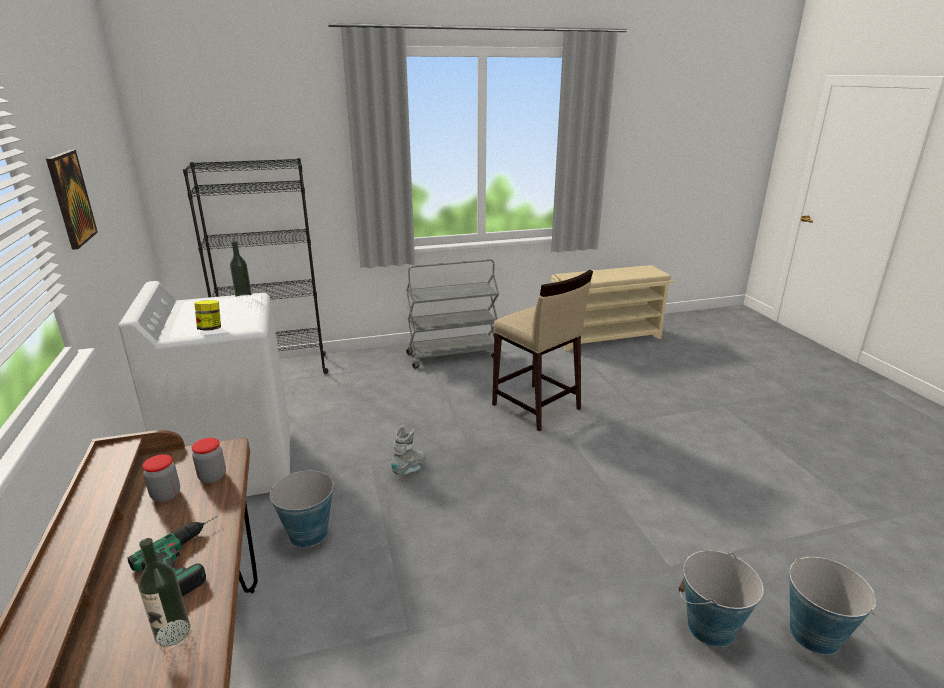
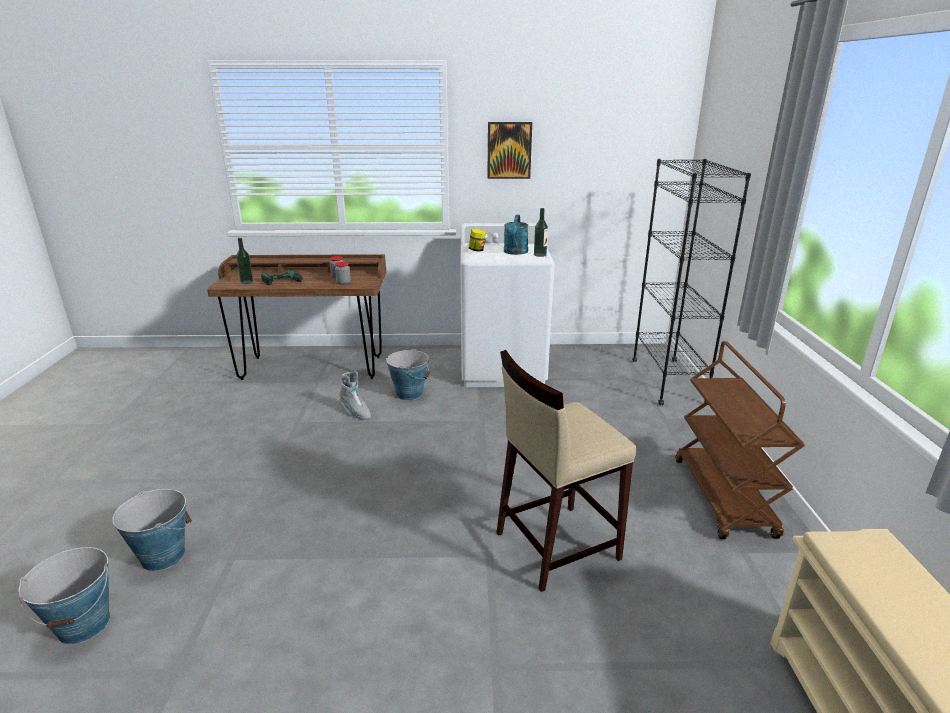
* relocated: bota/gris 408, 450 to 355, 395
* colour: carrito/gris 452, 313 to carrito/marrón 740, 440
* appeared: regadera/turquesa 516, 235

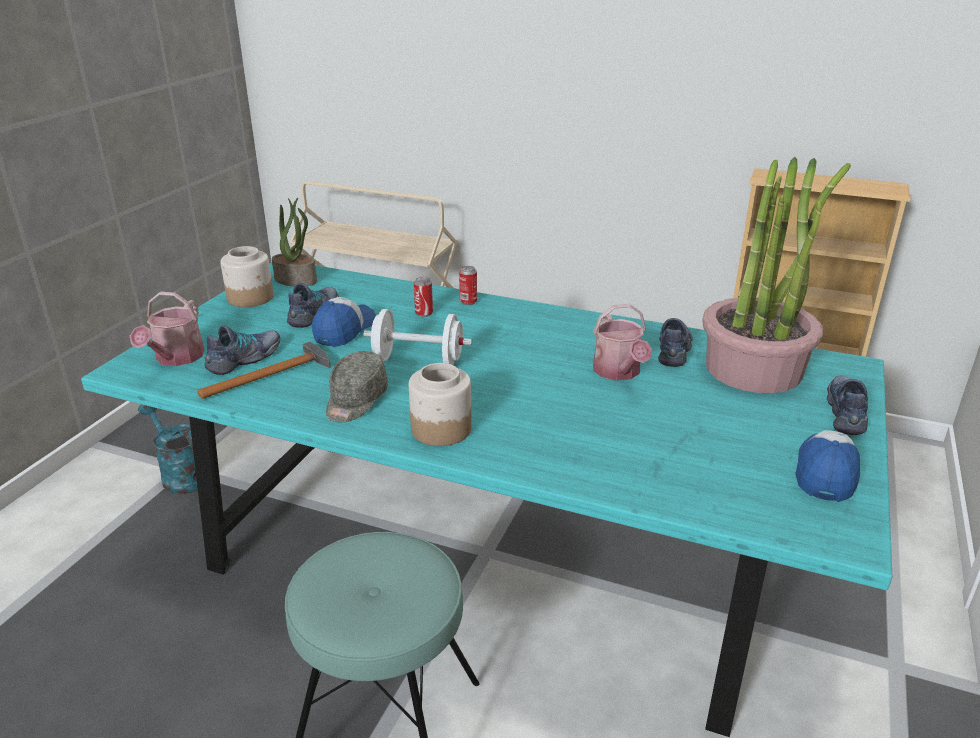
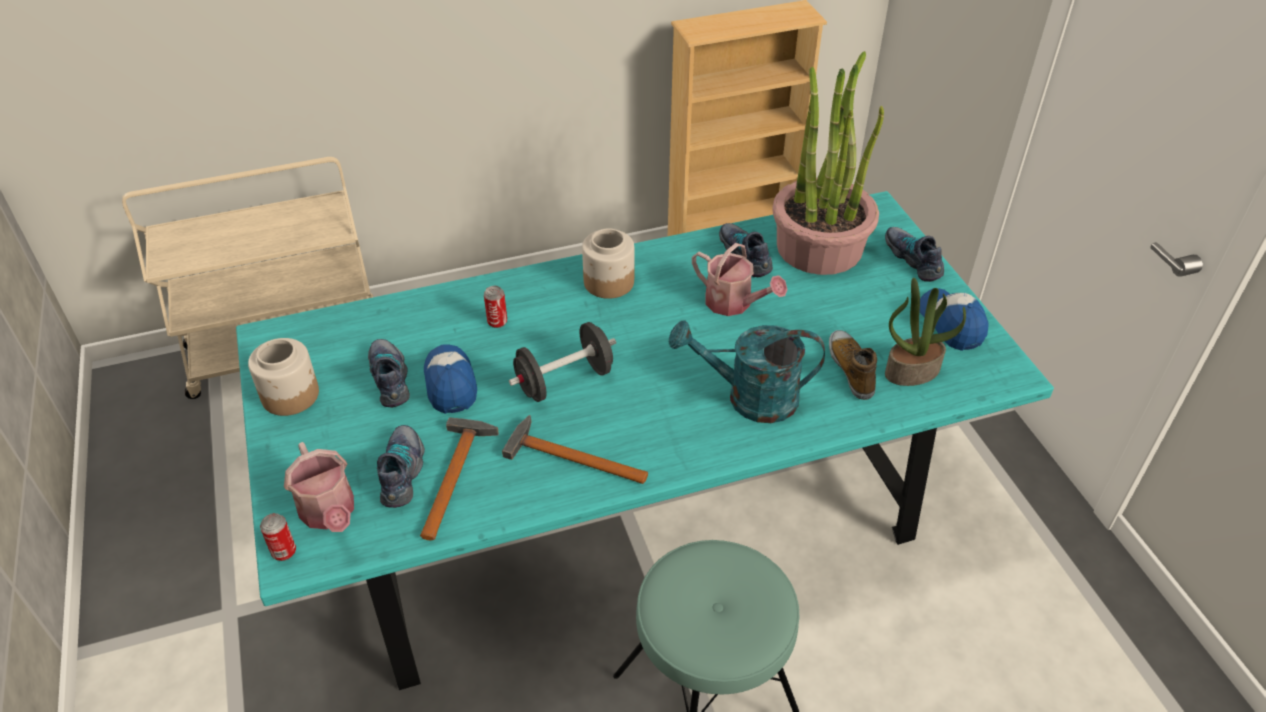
* relocated: regadera/turquesa 168, 449 to 747, 371
* relocated: planta en maceta 294, 242 to 925, 332
* exchanged: gorra/gris 357, 386 to martillo 575, 449
* colour: mancuerna/blanco 418, 337 to mancuerna/negro 562, 362
* relocated: tarro 440, 404 to 608, 263
* relocated: lata 468, 285 to 278, 537
* appeared: zapato 853, 365

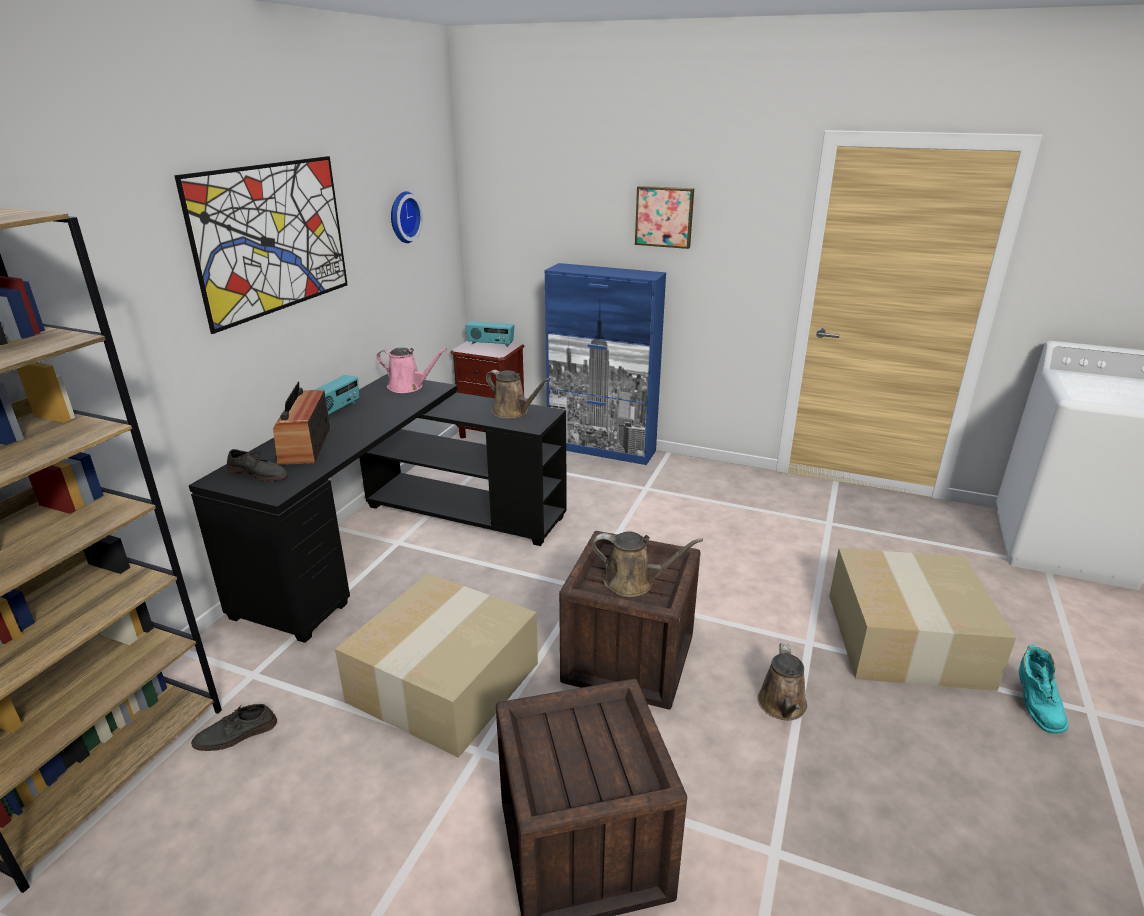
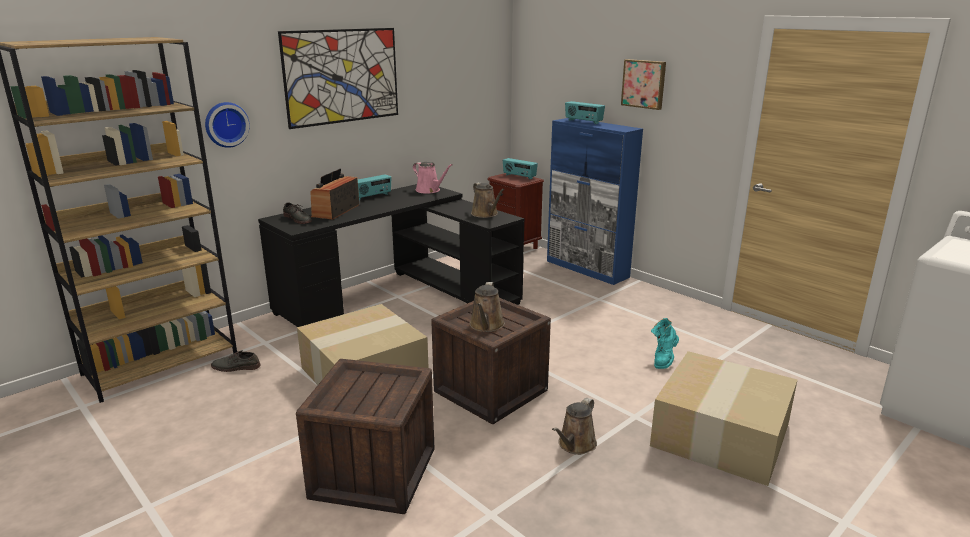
* relocated: reloj de pared 407, 217 to 227, 125
* spun: regadera/marrón 647, 564 = 487, 307 60 degrees clockwise
* relocated: bota/turquesa 1043, 689 to 665, 343
* appeared: radio 585, 112

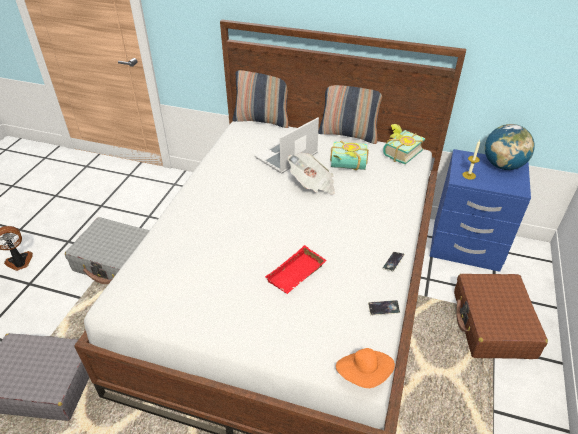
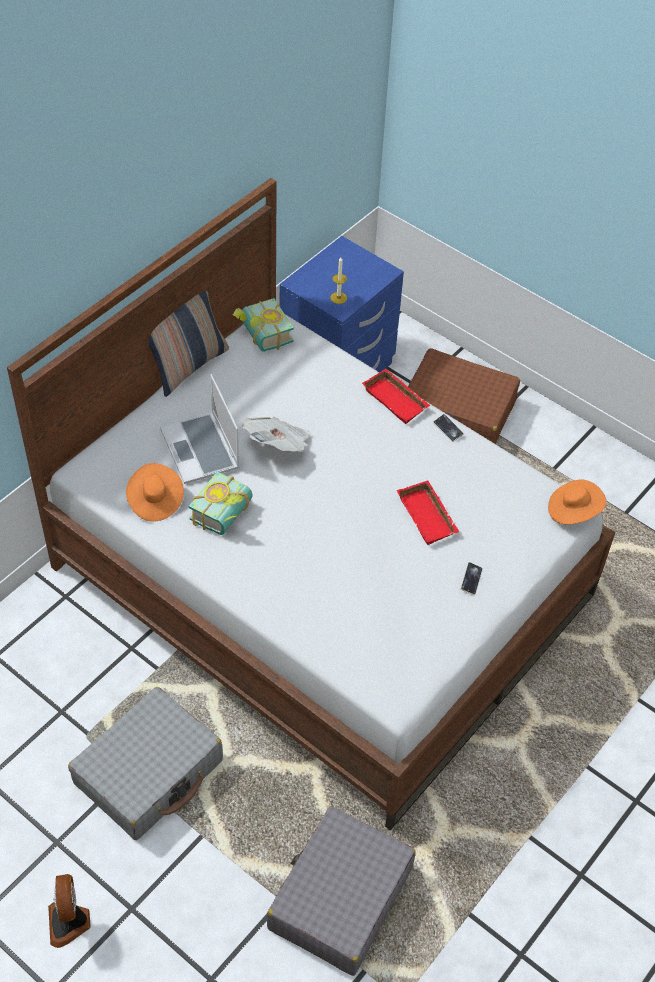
* missing: cojín 261, 99
* relocated: libro 349, 155 to 221, 503
* relocated: móvil 384, 308 to 471, 578
* missing: globo terráqueo 510, 147
* appeared: sombrero/naranja 155, 492
* appeared: bandeja/rojo 396, 396

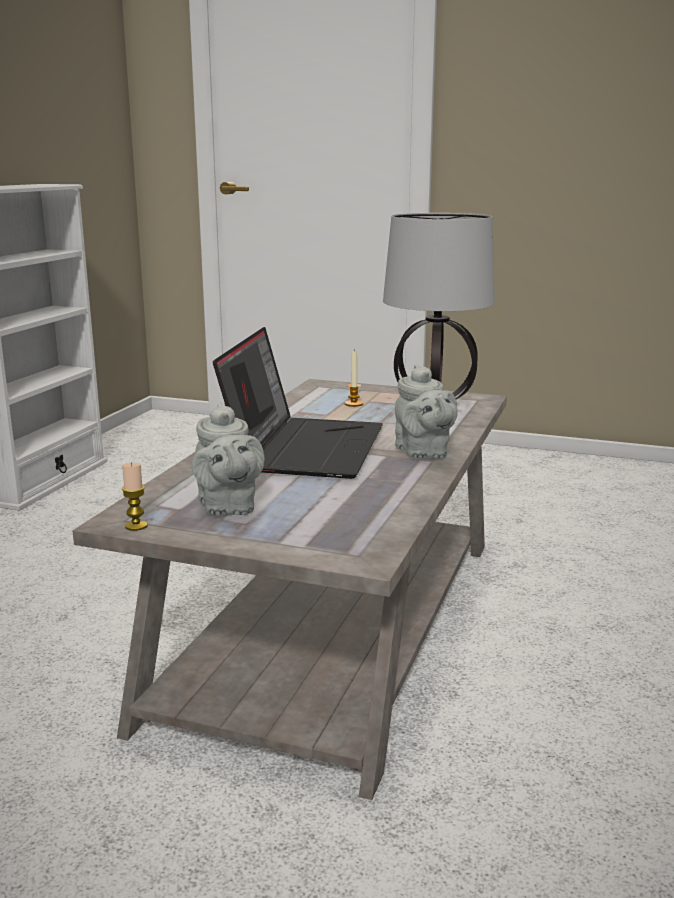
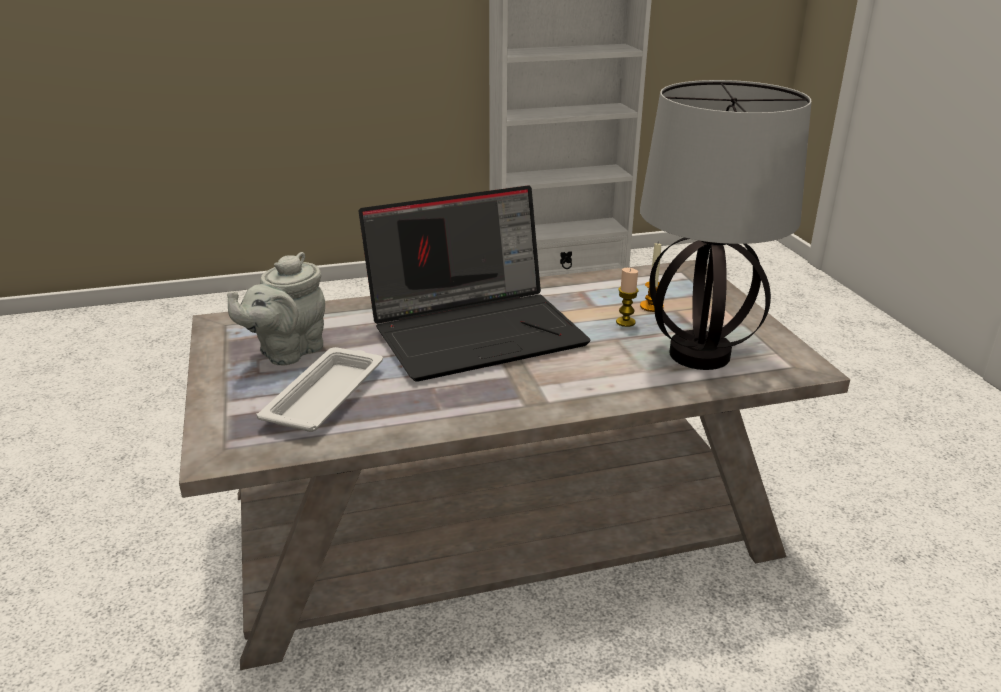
* relocated: vela 135, 497 to 627, 297
* missing: tetera/gris 426, 411
* appeared: bandeja/blanco 319, 389

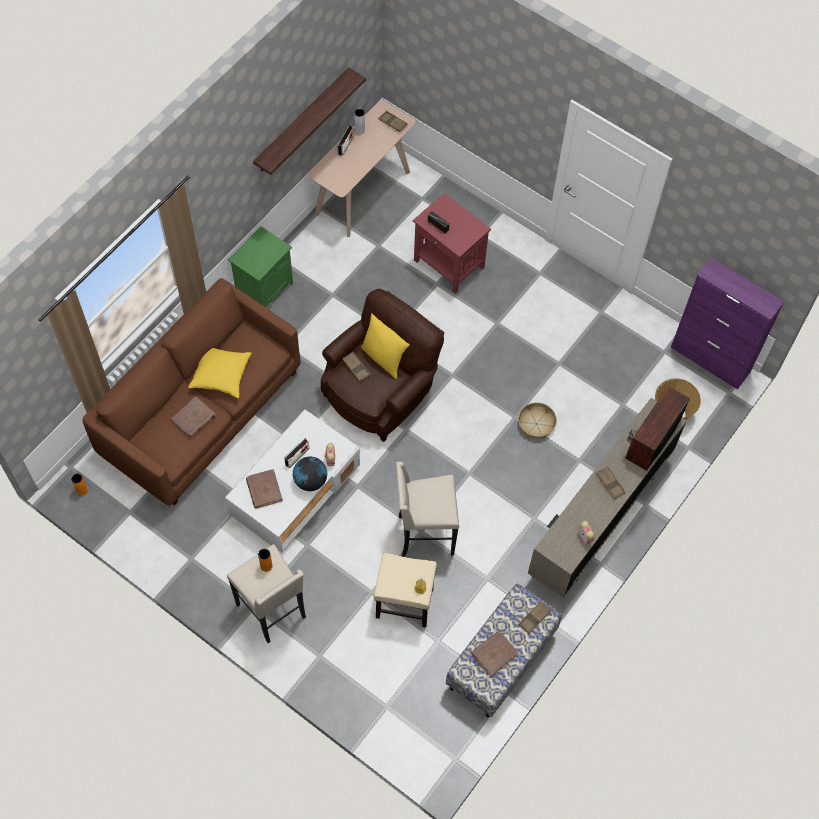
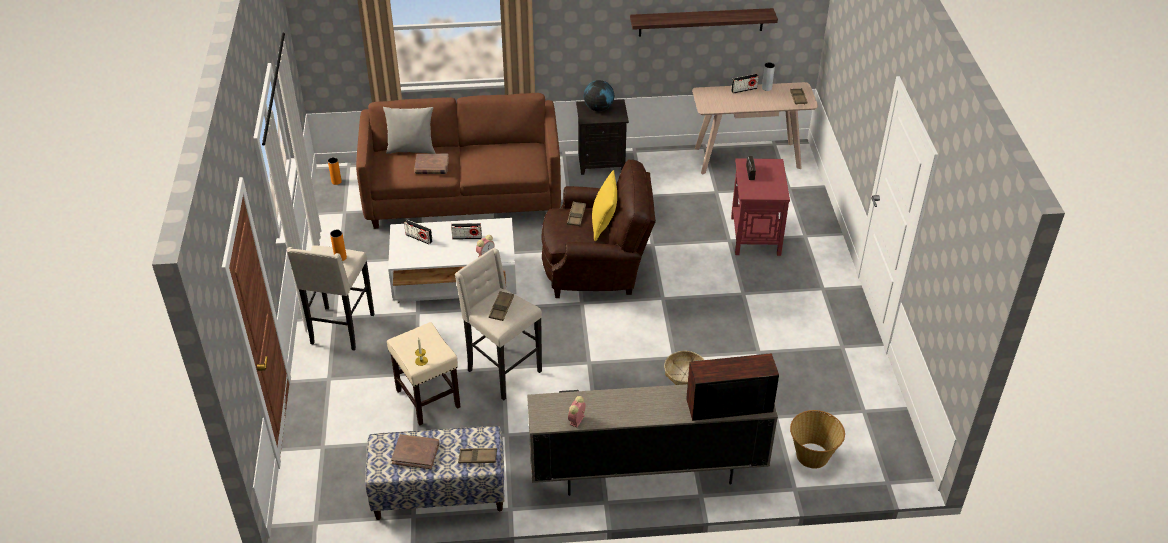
* missing: cojín/amarillo 220, 373
* colour: mesita de noche/verde 260, 267 to mesita de noche/negro 602, 137
* exchanged: libro/marrón 264, 489 to radio 418, 232
* relocated: globo terráqueo 310, 474 to 599, 95
* relocated: bandeja/marrón 611, 482 to 501, 306
* missing: armario/morado 727, 323
* appeared: cojín/gris 409, 130

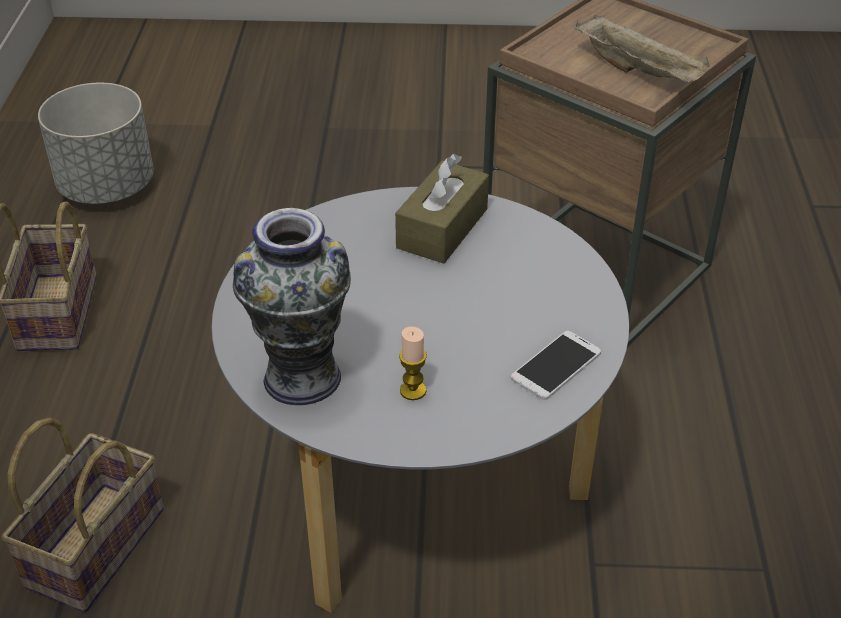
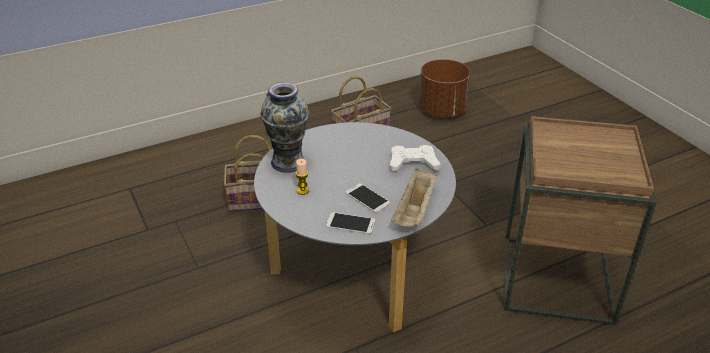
* colour: maceta/gris 96, 143 to maceta/marrón 445, 88
* exchanged: caja de pañuelos/marrón 442, 209 to mando de consola/blanco 415, 158
* relocated: bandeja/beis 642, 49 to 414, 197
* appeared: móvil 368, 198

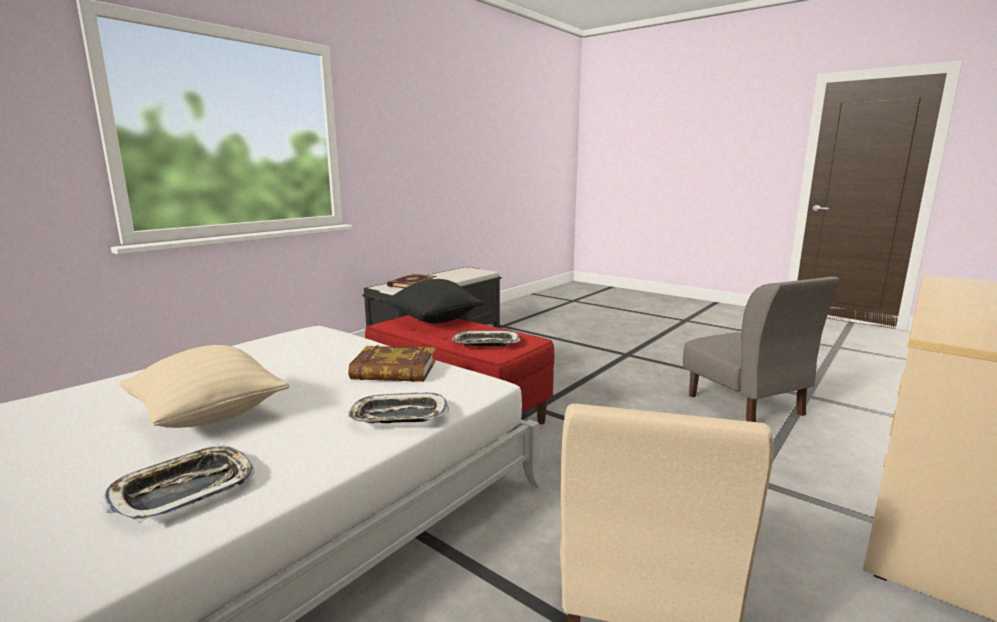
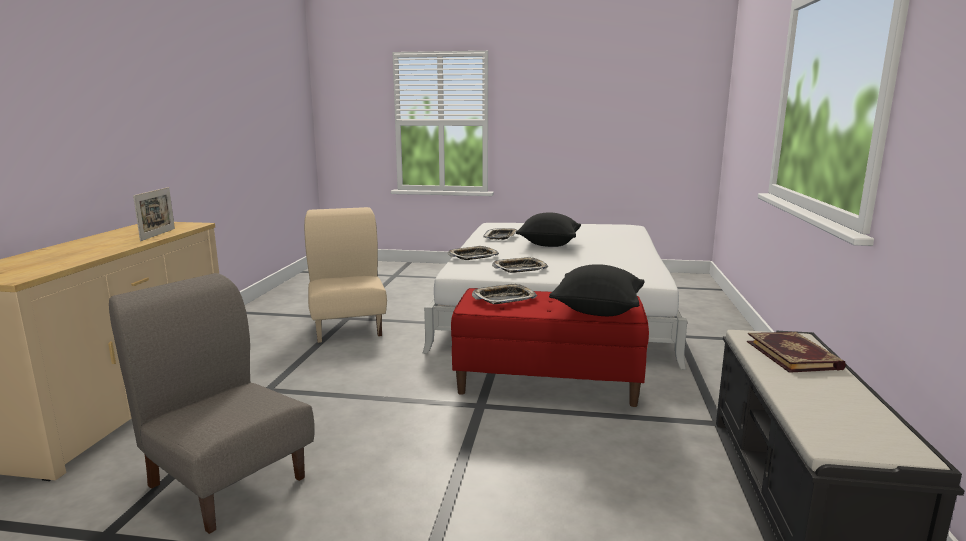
* colour: cojín/beis 204, 386 to cojín/negro 548, 229
* exchanged: libro 391, 363 to bandeja 520, 265
* appeared: portarretratos 154, 214

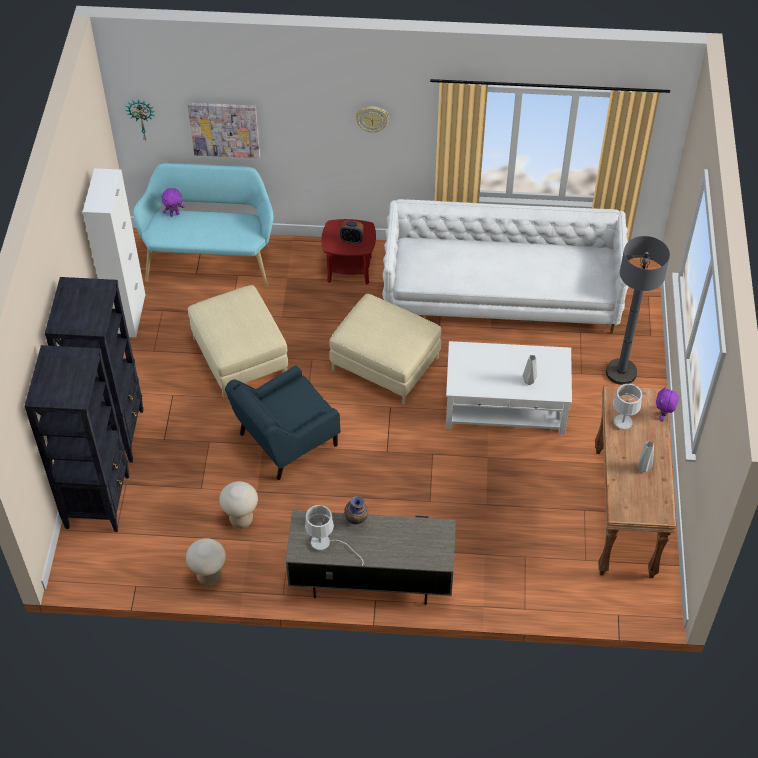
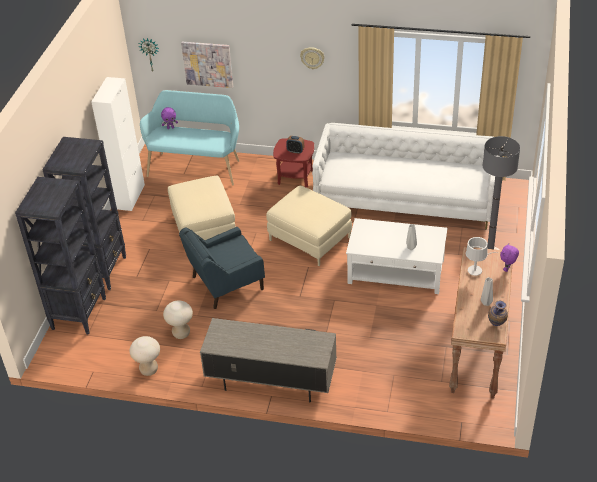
* missing: lámpara de mesa/blanco 334, 535
* relocated: florero 356, 510 to 498, 313

